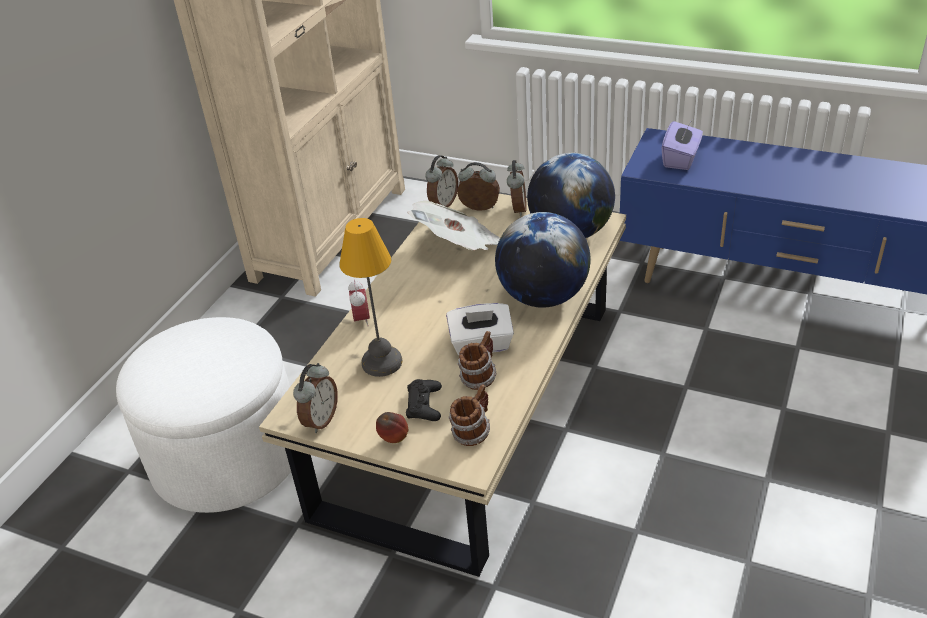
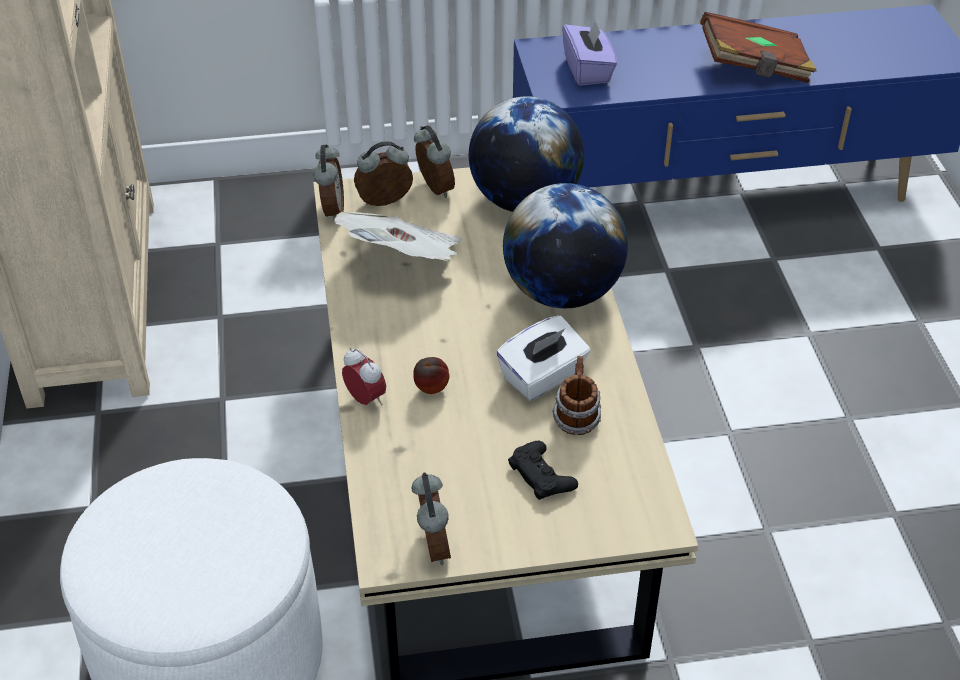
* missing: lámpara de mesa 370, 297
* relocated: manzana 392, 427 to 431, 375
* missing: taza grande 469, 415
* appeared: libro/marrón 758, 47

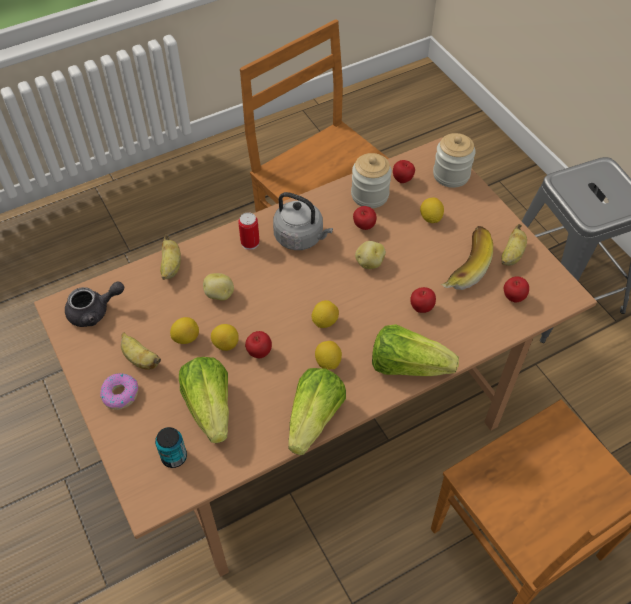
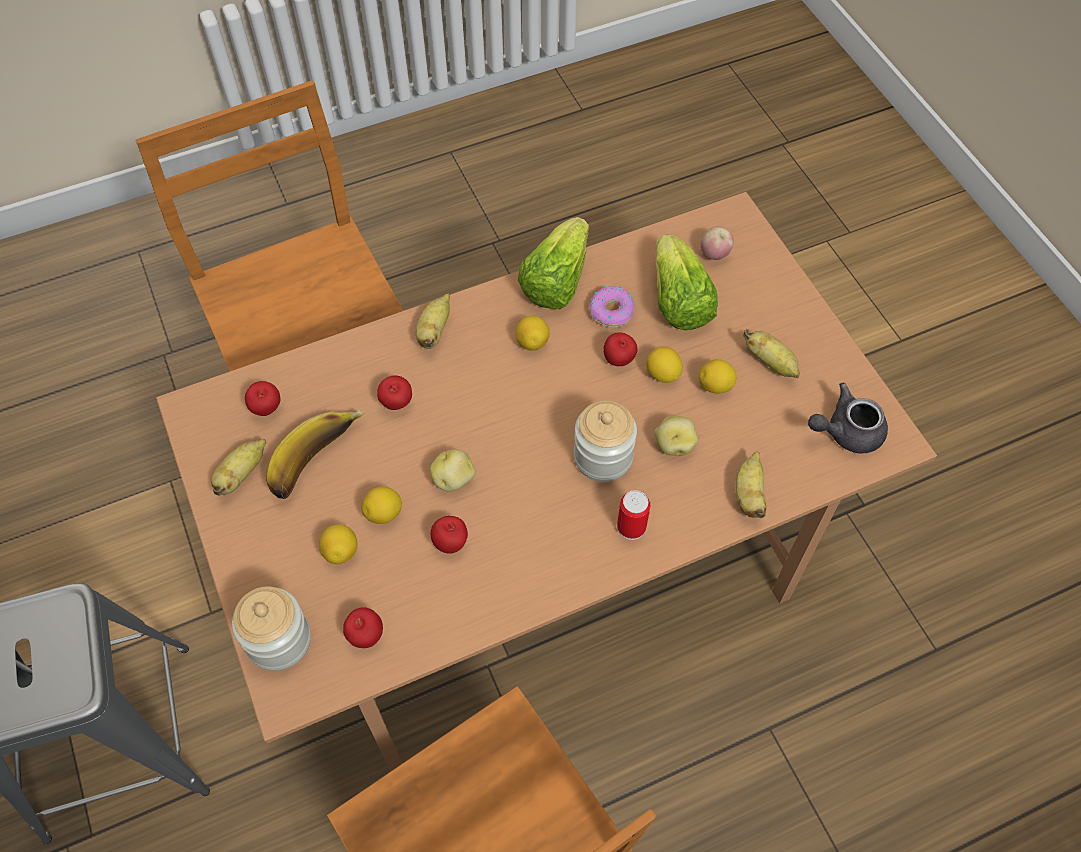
* relocated: rosquilla 119, 391 to 611, 306
* exchanged: lata 171, 447 to manzana 717, 243
* missing: hervidor/gris 303, 221
* relocated: limón 325, 314 to 381, 505
* relocated: tarro 371, 180 to 605, 441
* exchanged: lechuga 415, 350 to plátano 433, 321

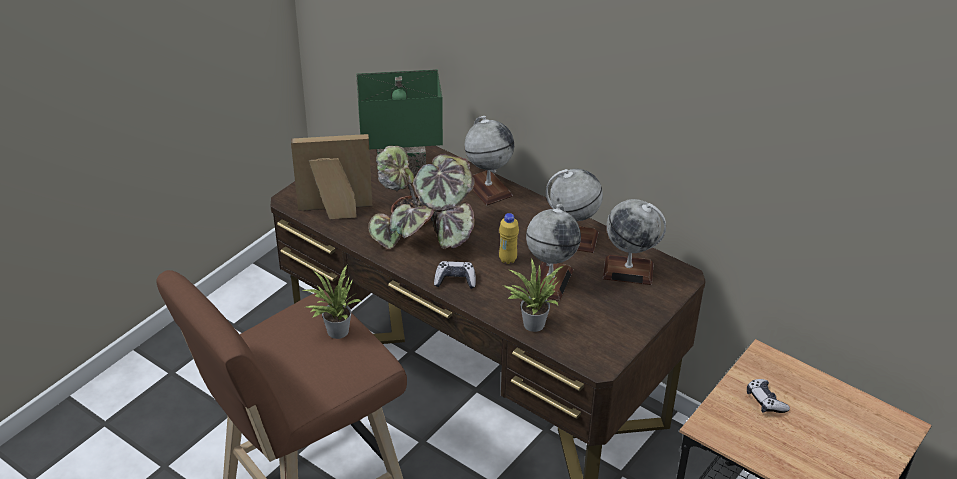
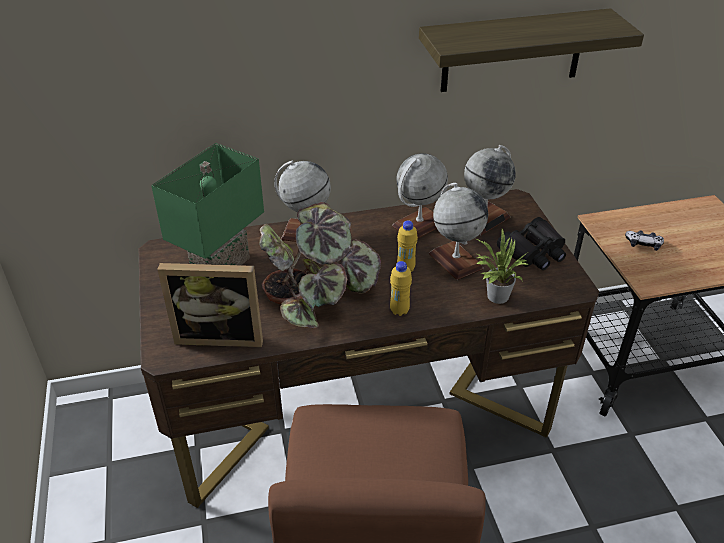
* spun: portarretratos 331, 176 = 210, 305 120 degrees counterclockwise
* missing: planta en maceta 331, 302
* exchanged: mando de consola 455, 275 to botella/amarillo 401, 288
* appeared: estante 531, 50
* appeared: prismáticos/negro 531, 243

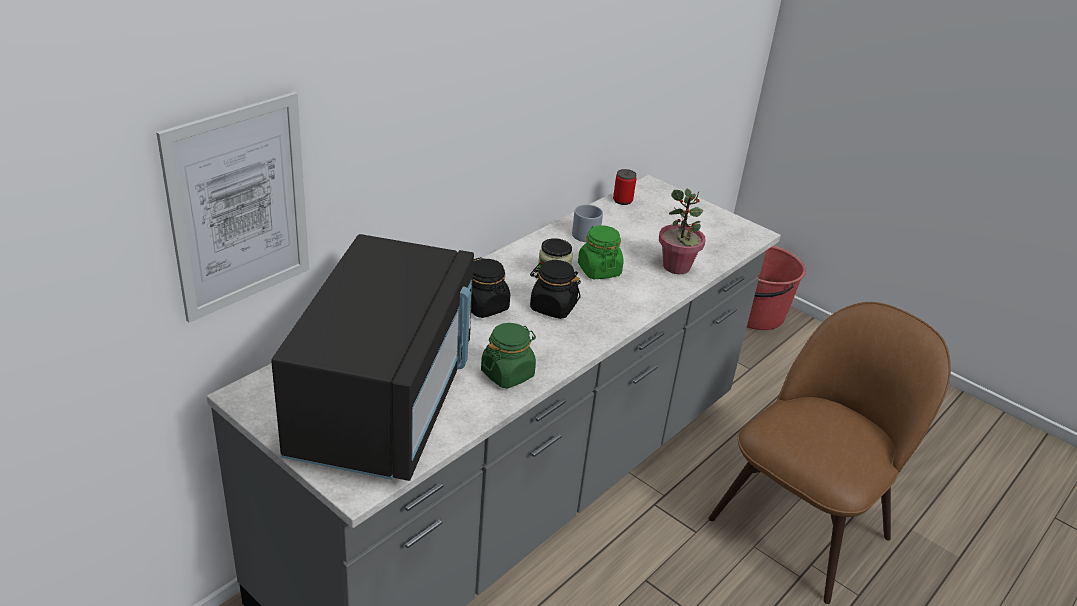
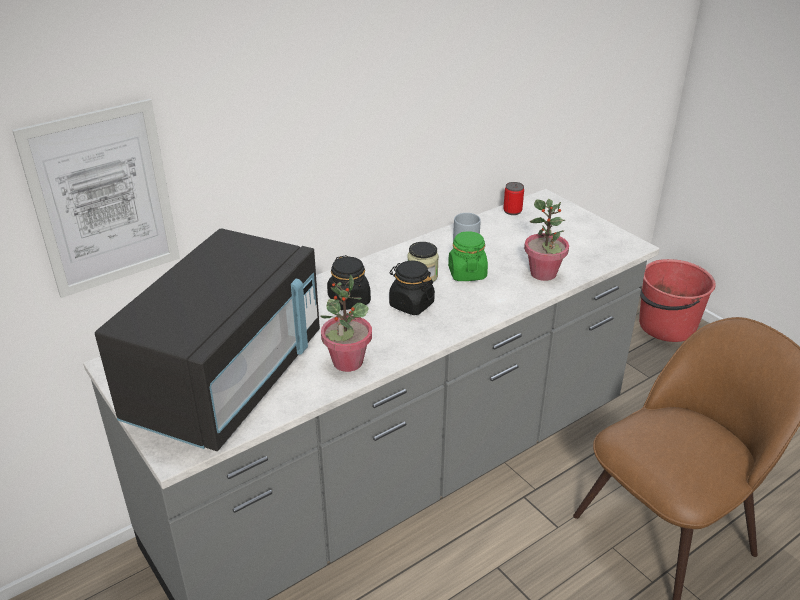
* exchanged: tarro/verde 508, 356 to planta en maceta 346, 323

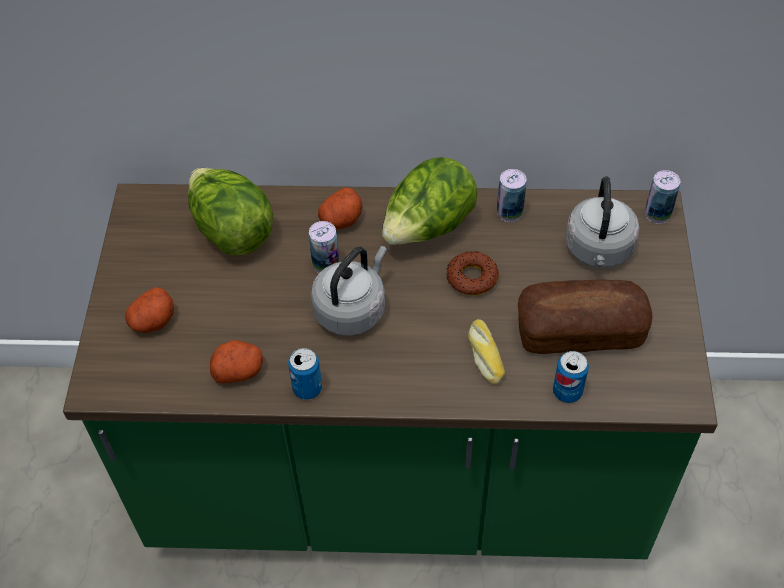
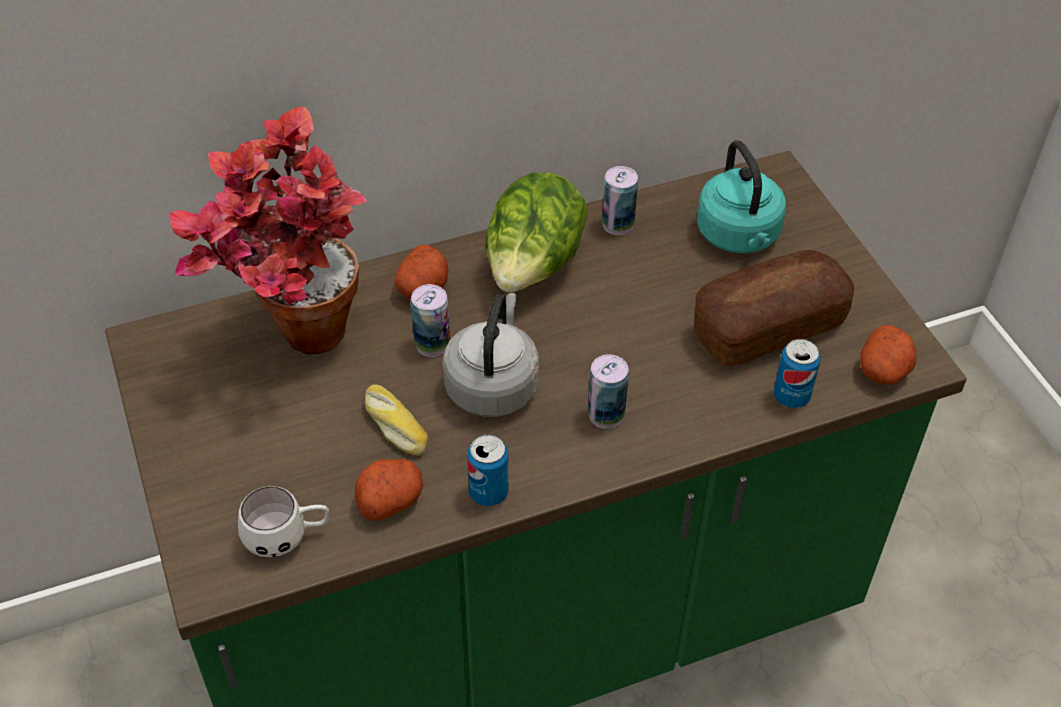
* relocated: patata 149, 310 to 888, 354
* exchanged: lechuga 230, 211 to planta en maceta 268, 231
* missing: rosquilla 472, 273
* relocated: pan 486, 352 to 397, 420
* colour: hervidor/gris 602, 222 to hervidor/turquesa 741, 196
* relocated: lata 662, 197 to 608, 391
* appeared: taza grande/blanco 283, 521

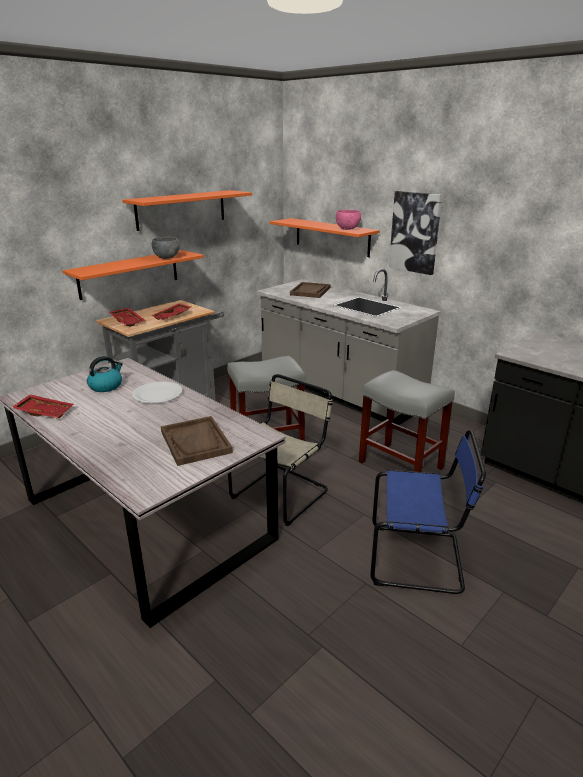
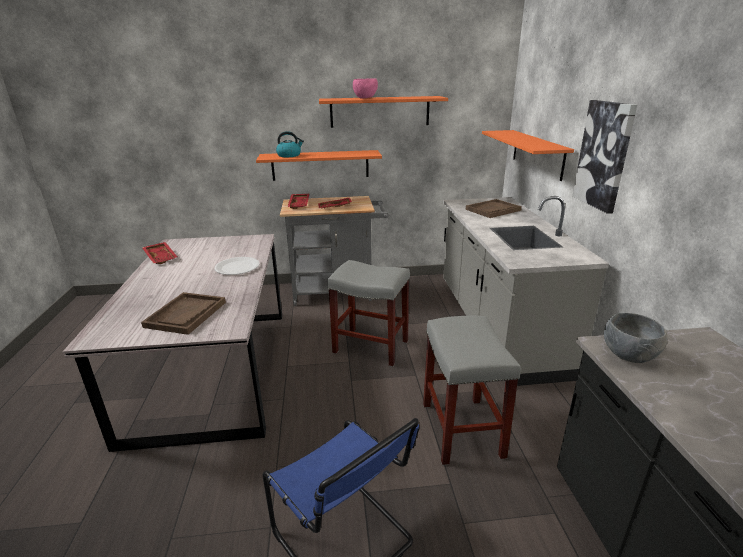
* relocated: hervidor 105, 374 to 290, 144
* relocated: cuenco/gris 166, 248 to 635, 338
* missing: silla/beis 280, 450
* relocated: cuenco/rosa 348, 220 to 365, 88

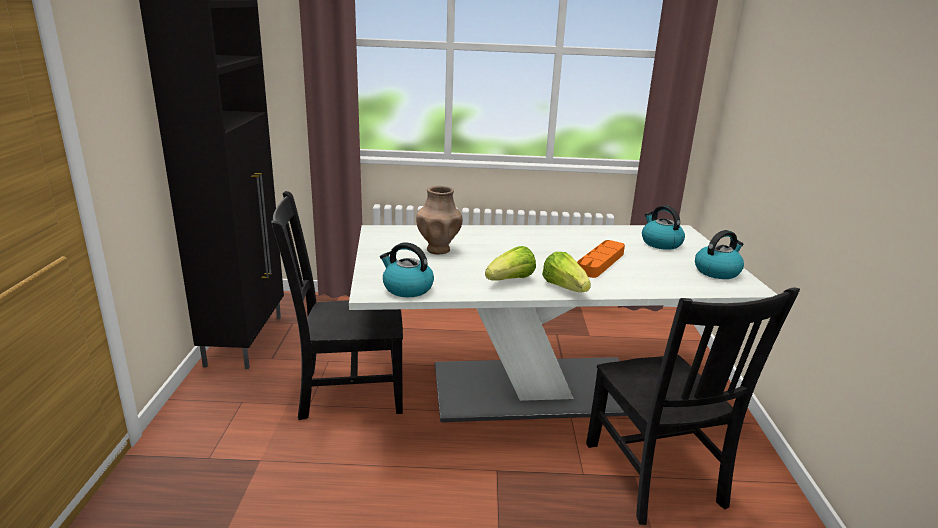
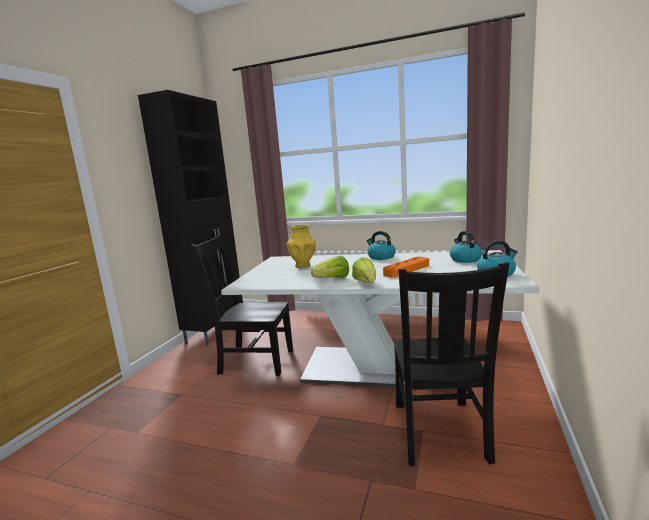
* relocated: hervidor 407, 269 to 381, 245
* colour: florero/marrón 439, 220 to florero/amarillo 301, 246

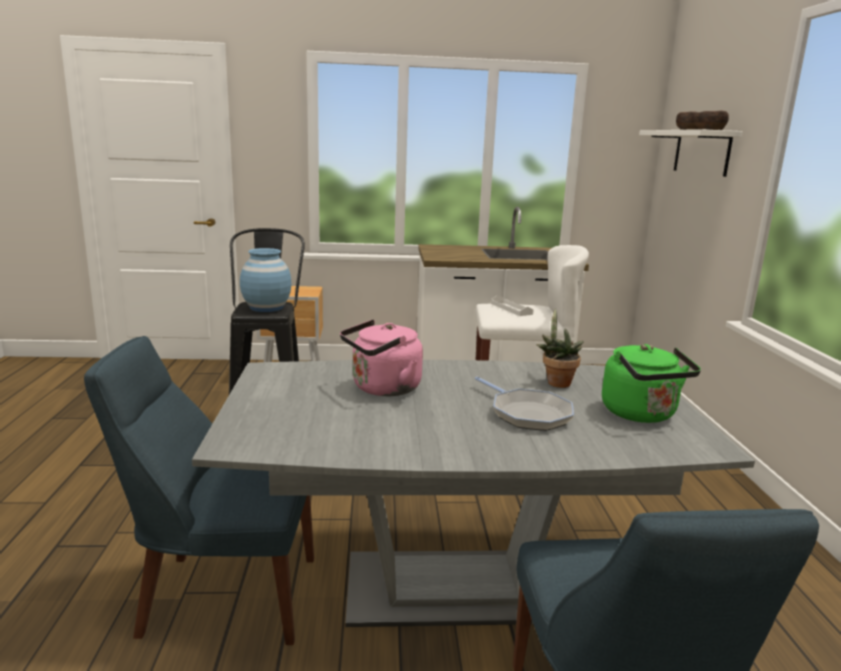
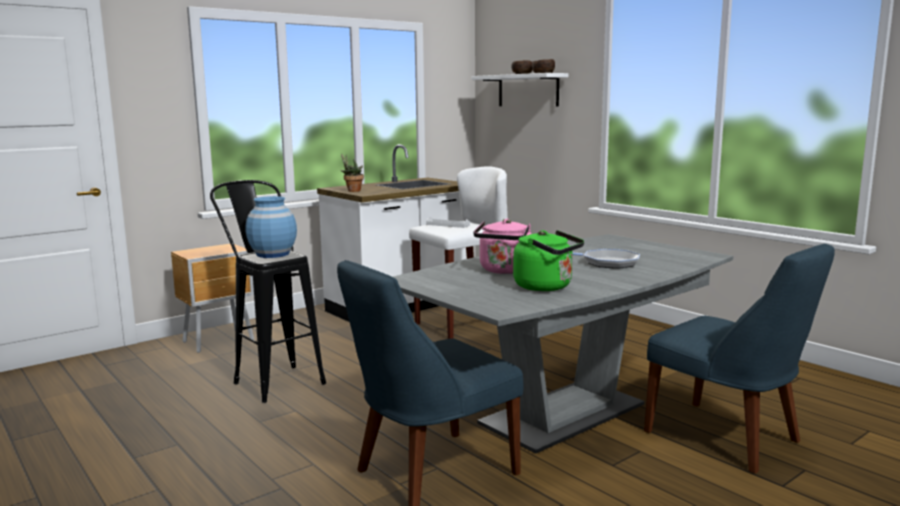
* relocated: planta en maceta 559, 348 to 352, 172
* relocated: hervidor/verde 651, 383 to 548, 260

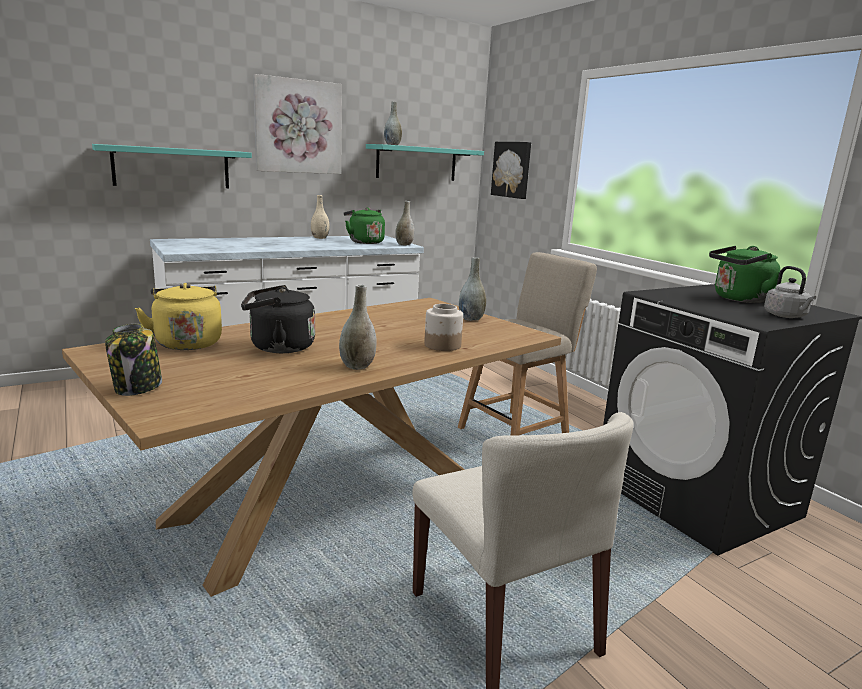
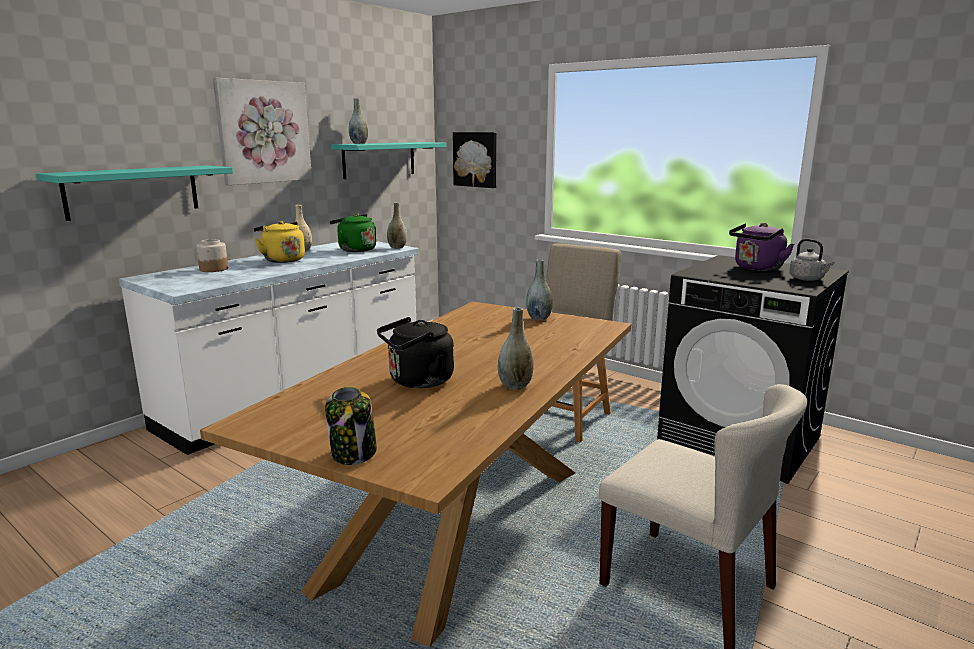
* relocated: hervidor/amarillo 178, 316 to 279, 242
* relocated: tarro 443, 327 to 212, 255
* colour: hervidor/verde 744, 274 to hervidor/morado 761, 247

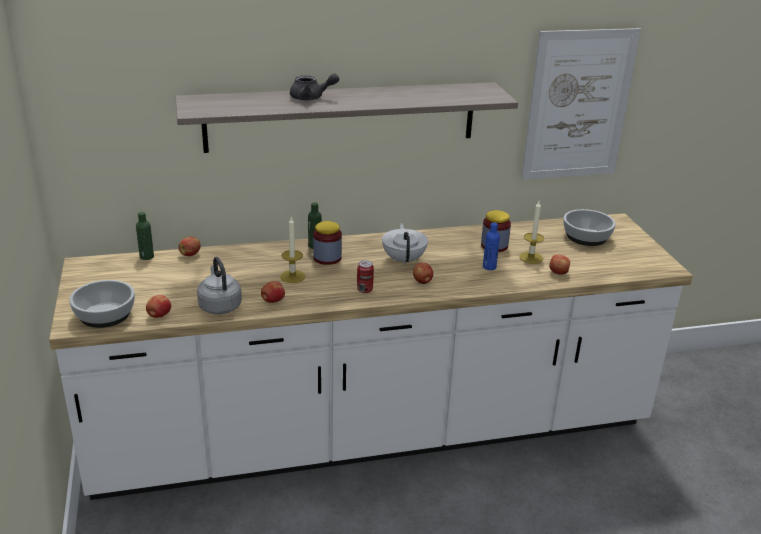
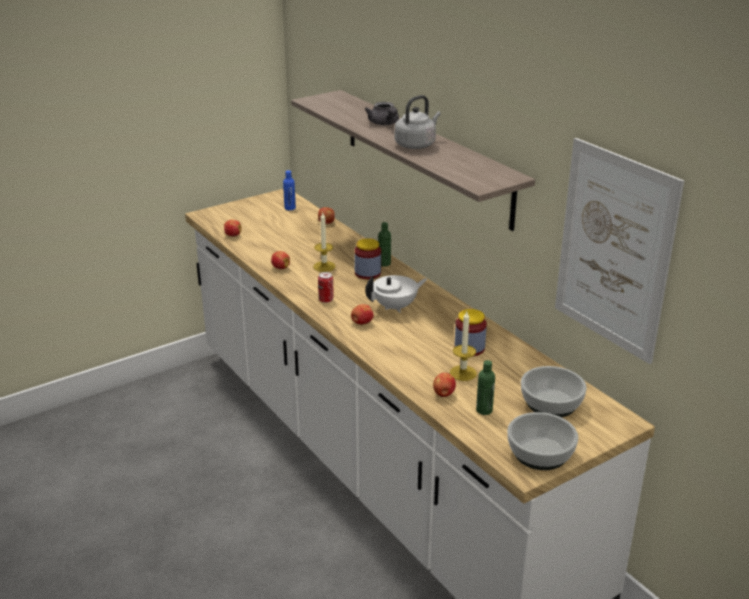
* relocated: cuenco 102, 304 to 542, 441
* relocated: botella/verde 145, 236 to 485, 387
* relocated: hervidor/gris 219, 285 to 418, 122
* relocated: botella/azul 491, 246 to 289, 190

